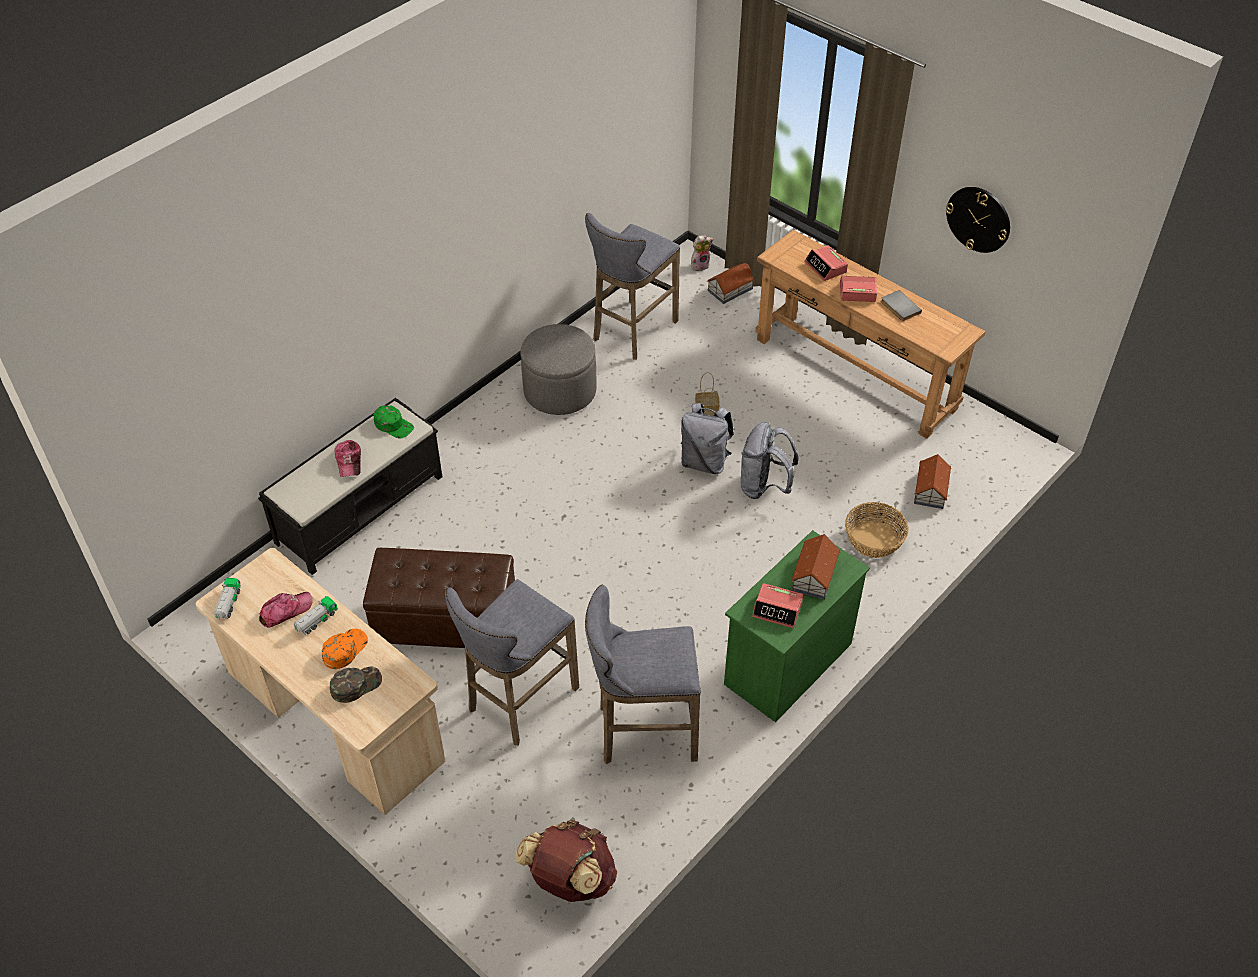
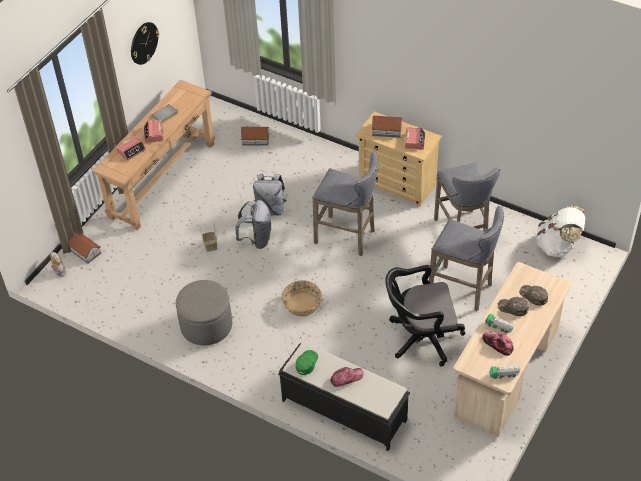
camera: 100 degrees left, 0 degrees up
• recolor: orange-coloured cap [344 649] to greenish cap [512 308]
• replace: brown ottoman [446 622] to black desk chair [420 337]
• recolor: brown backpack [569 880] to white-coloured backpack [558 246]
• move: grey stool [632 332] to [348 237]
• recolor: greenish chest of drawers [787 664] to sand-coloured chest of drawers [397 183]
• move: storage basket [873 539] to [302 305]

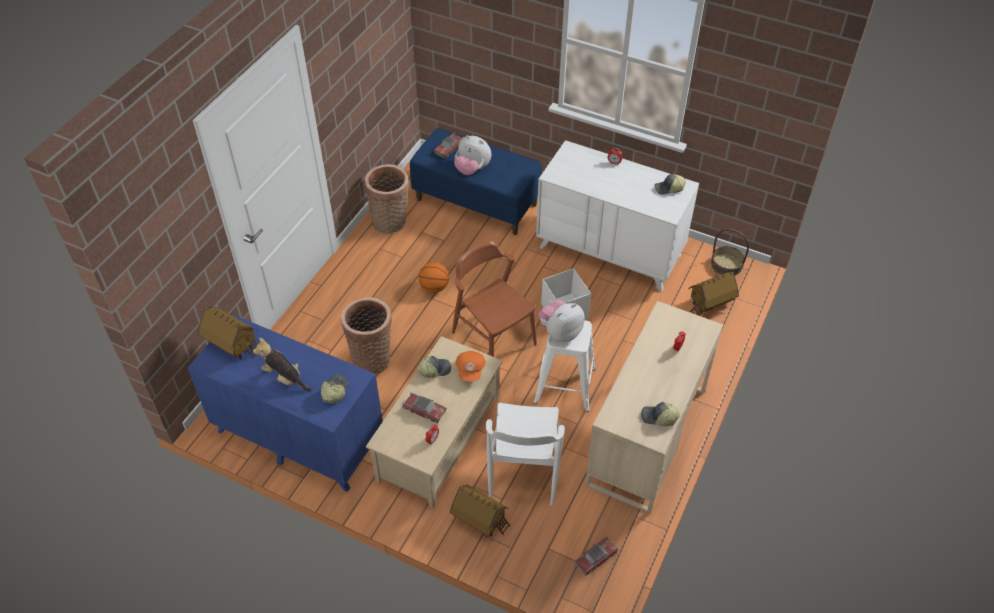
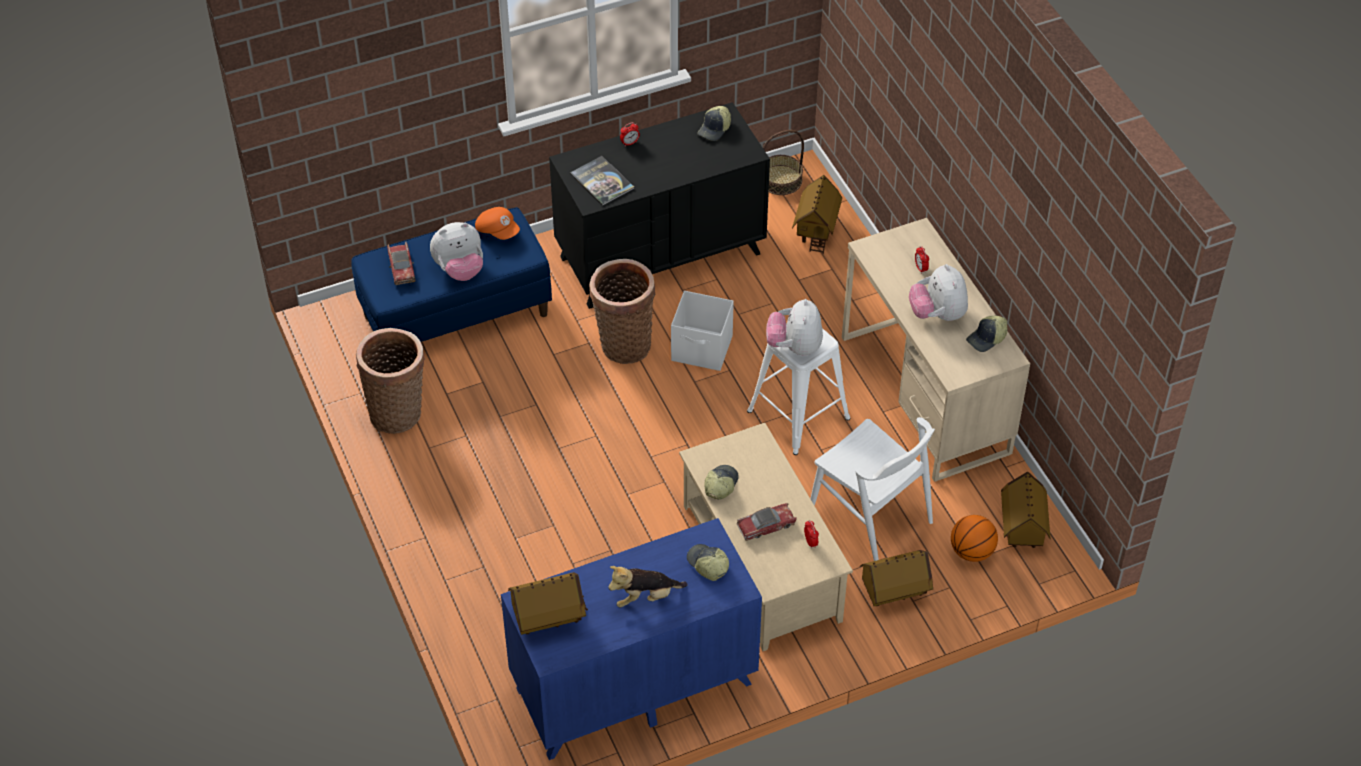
camera: 50 degrees left, 0 degrees up
• move: storage basket [372 358] to [623 343]
• move: ball for basketball [434 287] to [971 552]
• delete: brown chair [493 338]
• move: orange-coloured cap [471 370] to [498 231]
• recolor: white-coloured chest of drawers [610 251] to black chest of drawers [661 255]
• replace: model car [596 558] to toy house [1021 529]
• insert: bound book [602 181]
• insert: soft toy [937 314]

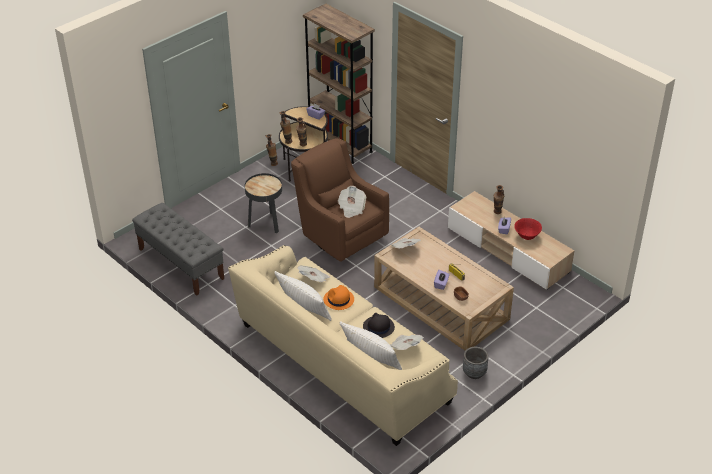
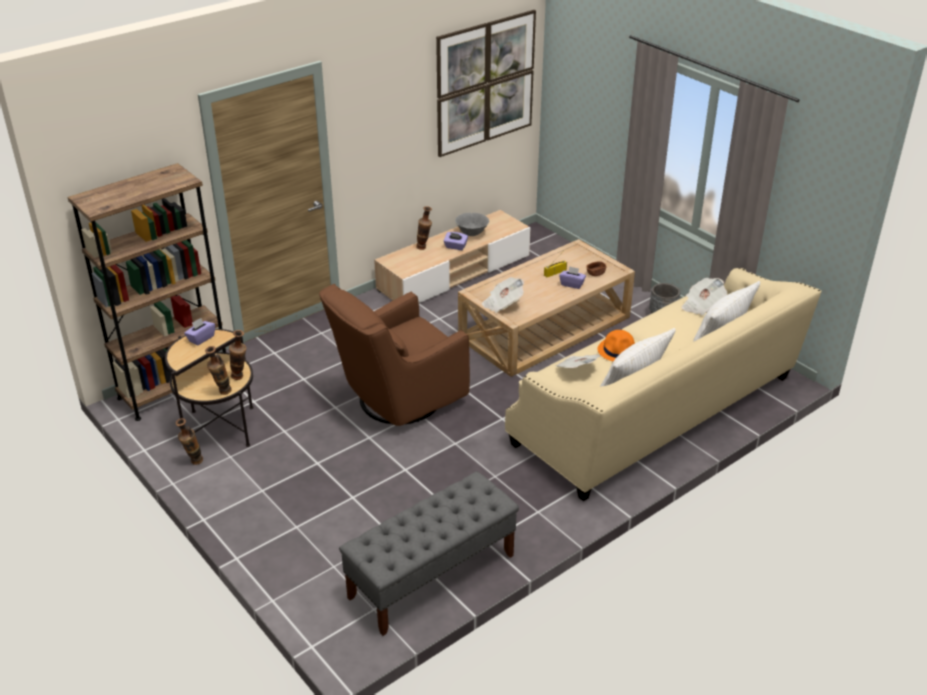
camera: 85 degrees left, 5 degrees down
• delete: black side table [265 223]
• delete: daily paper [351 208]
• delete: black clothing hat [378 327]
• recolor: red-coloured bowl [527 236] to grey bowl [471 234]
• insert: picture [485 83]

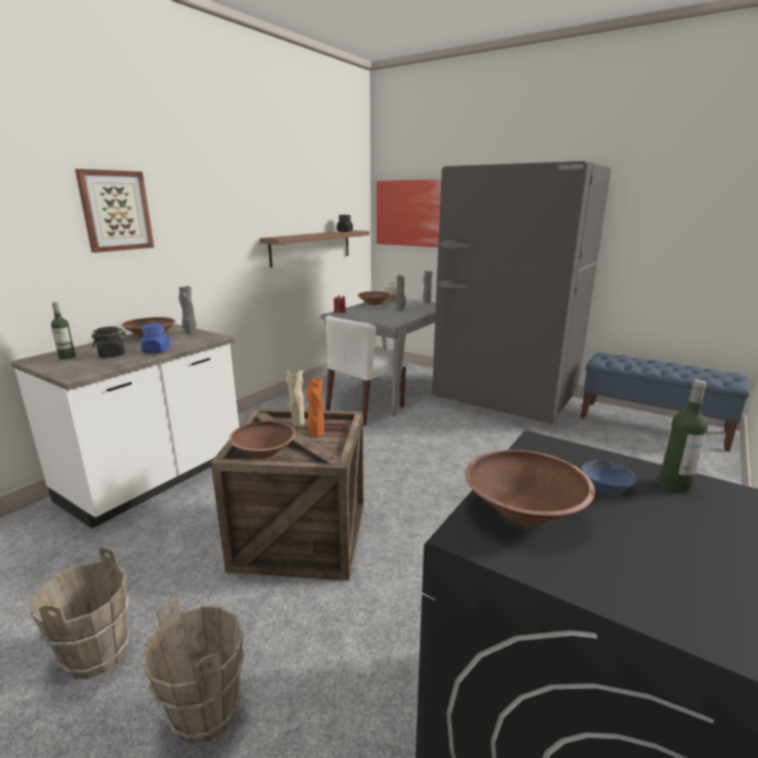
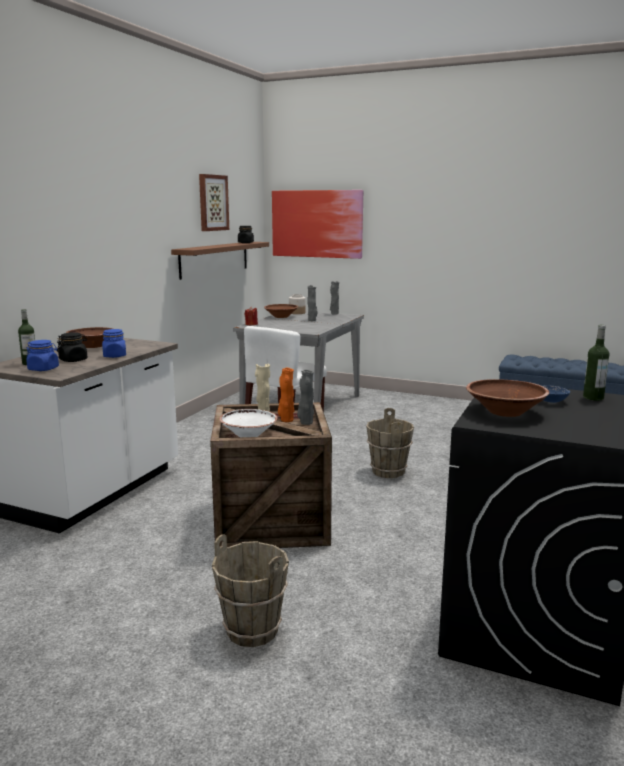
camera: 10 degrees left, 5 degrees down
• move: brown water bucket [96 654] to [388 472]
• move: picture [115 211] to [212 203]
• move: grey vase [190 332] to [305 423]
• recolor: brown bowl [264 452] to white-coloured bowl [248 434]
• delete: grey kitchen fridge [504 400]
• insert: bluish preserve jar [43 369]

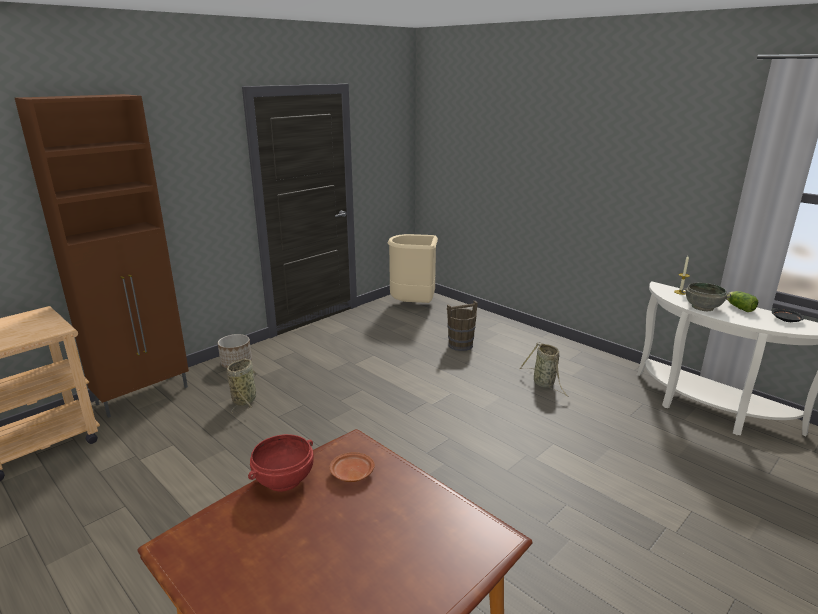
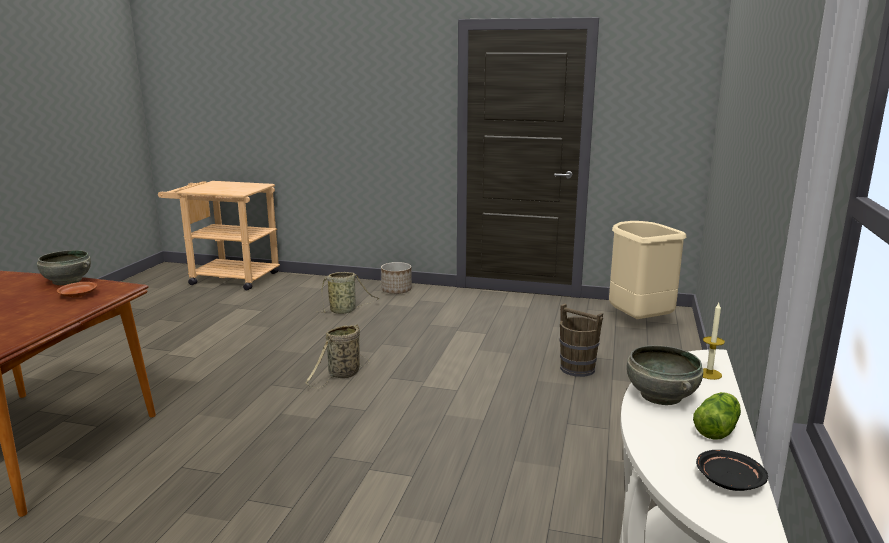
camera: 60 degrees right, 5 degrees down
• delete: brown storage cabinet [144 395]
• recolor: red-coloured bowl [284 480] to grey bowl [67 281]
• move: storage basket [545 384] to [342 375]

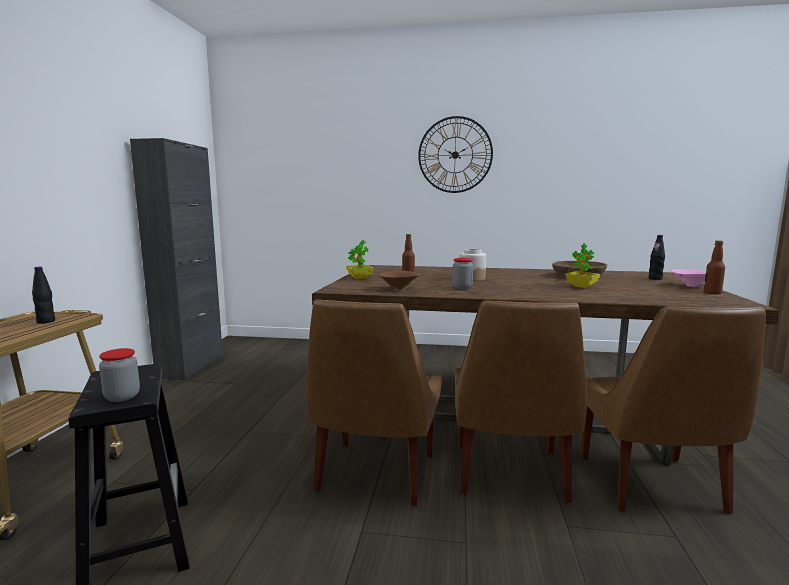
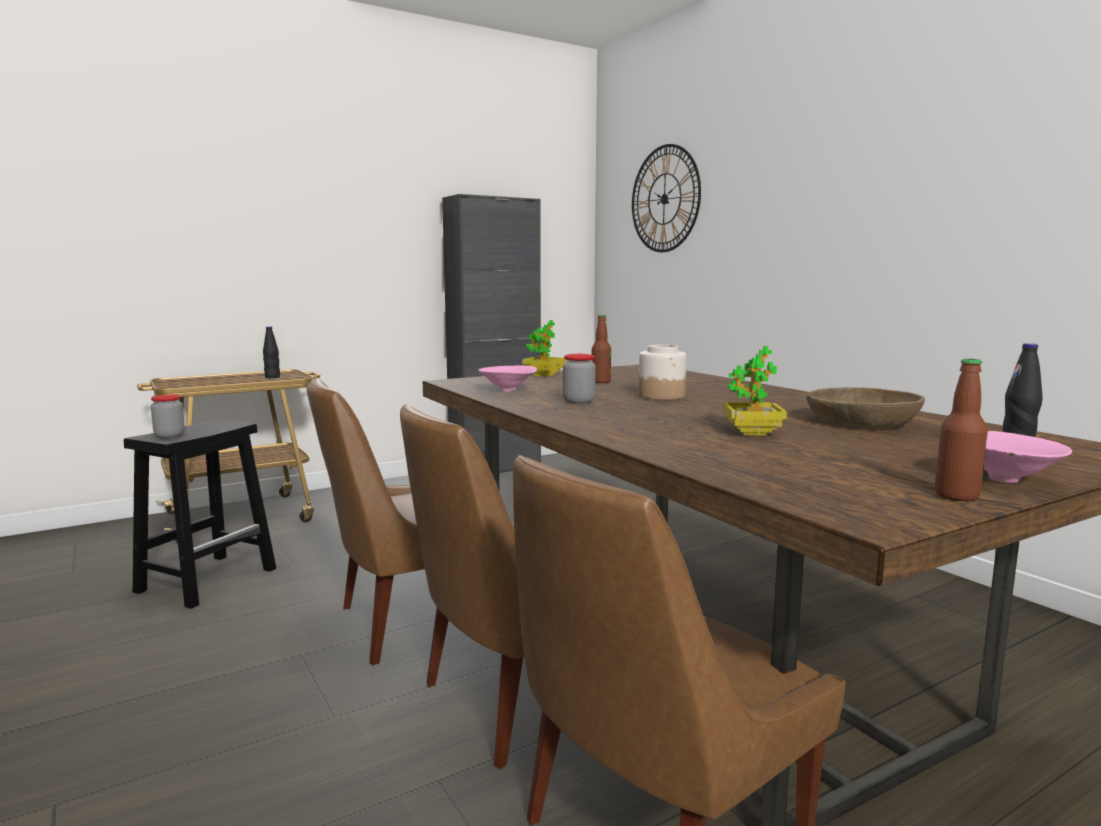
camera: 50 degrees right, 0 degrees up
• recolor: brown bowl [400 289] to pink bowl [509 390]
• move: hanging clock [455 155] to [664 199]

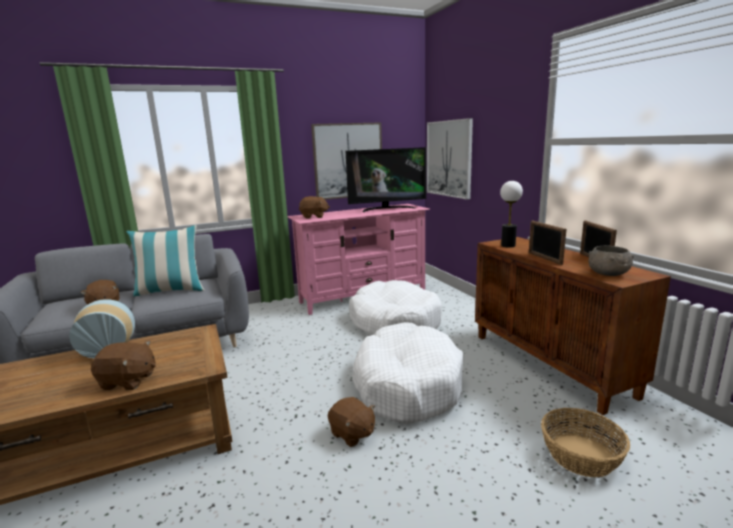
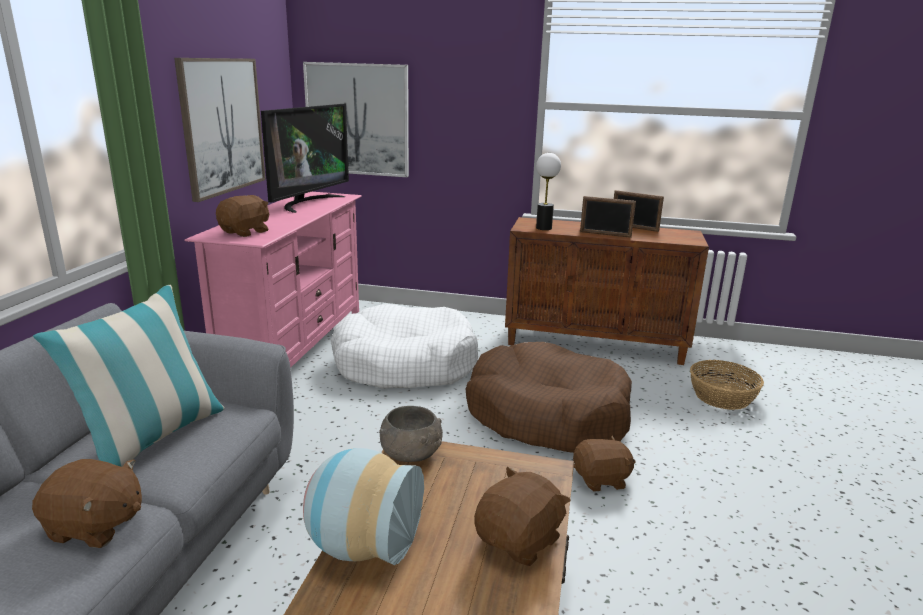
camera: 55 degrees left, 5 degrees up
• recolor: white-coloured dog bed [407 384] to brown dog bed [547 415]
• move: grey bowl [608 274] to [411 454]

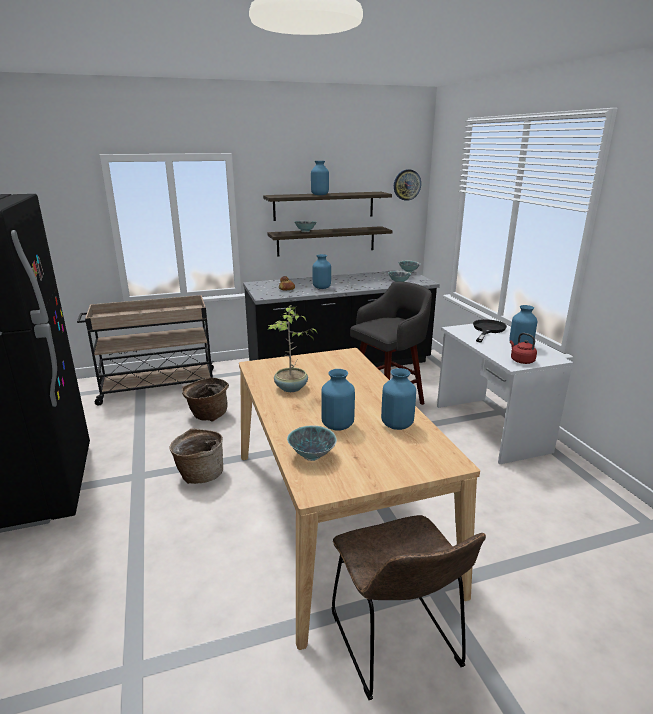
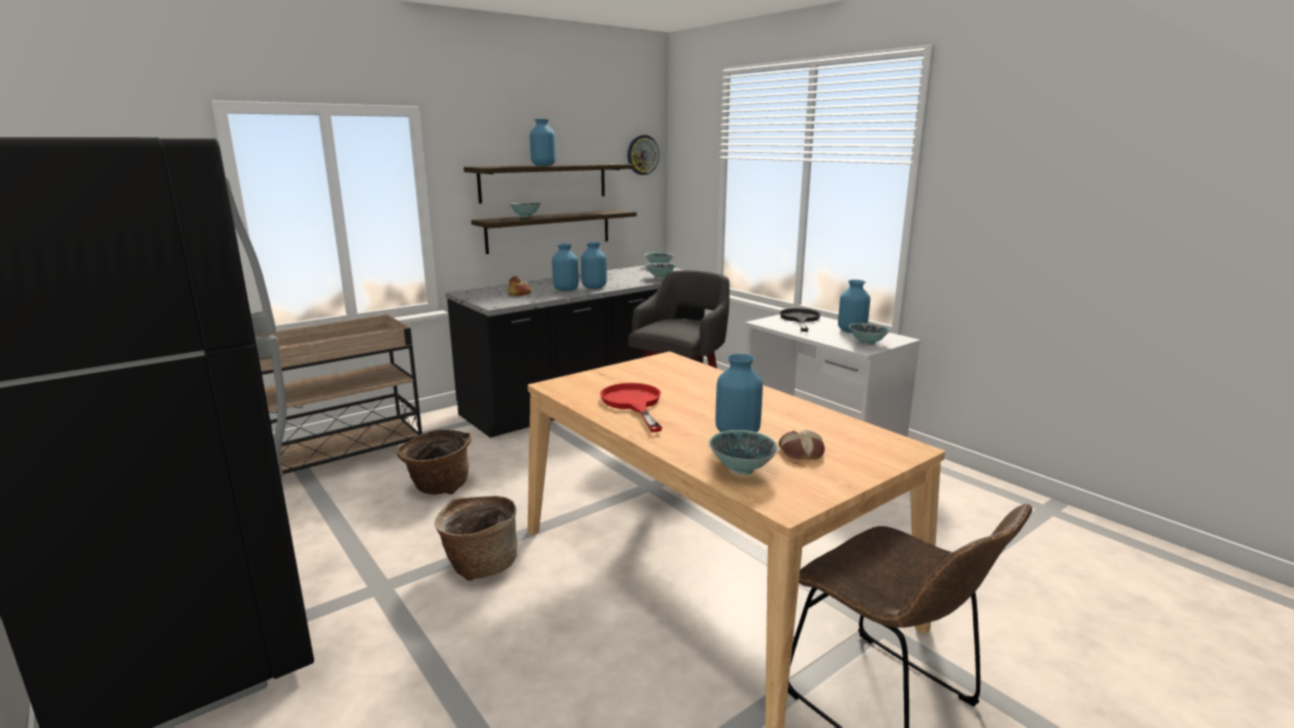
camera: 20 degrees left, 5 degrees down
• replace: houseplant [291 388] to red-coloured pan [633 403]
• move: bluish vase [397 425] to [594 287]
• replace: red-coloured tea kettle [521 360] to bowl [867 344]
• insert: bread [800 451]

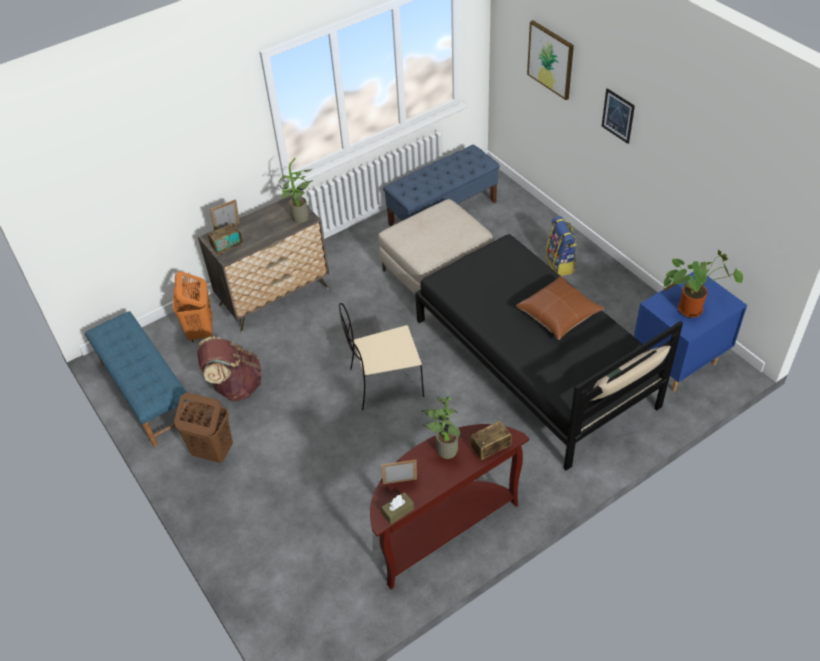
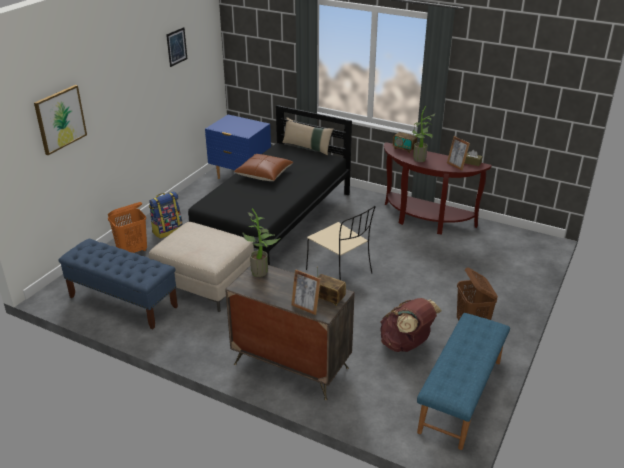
camera: 120 degrees left, 15 degrees down
• move: orange-coloured laundry basket [201 331] to [133 251]
• move: picture [618 116] to [176 47]
• delete: houseplant [692 308]

